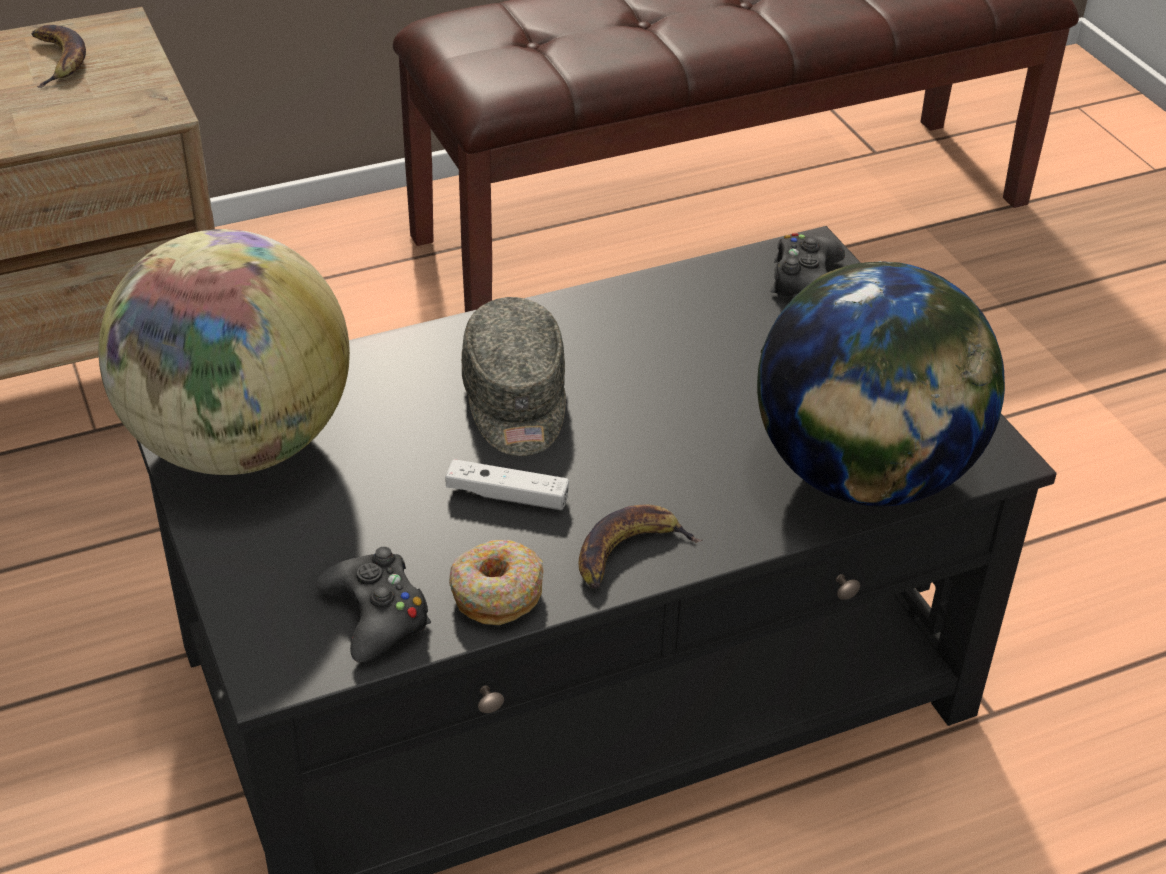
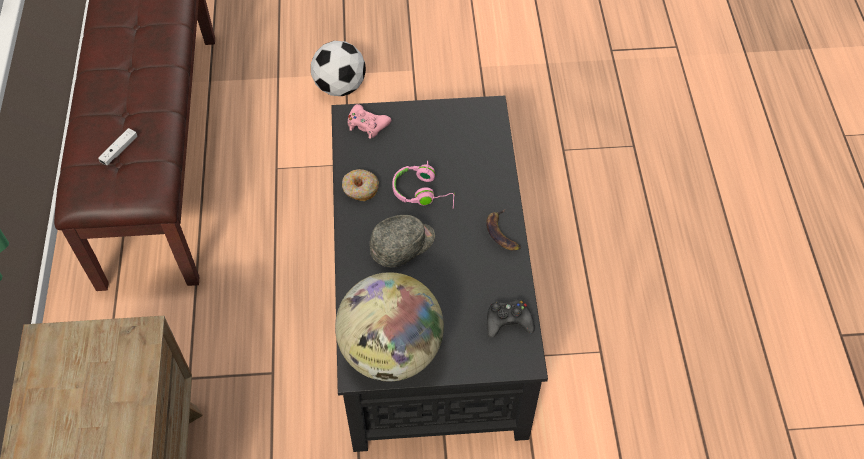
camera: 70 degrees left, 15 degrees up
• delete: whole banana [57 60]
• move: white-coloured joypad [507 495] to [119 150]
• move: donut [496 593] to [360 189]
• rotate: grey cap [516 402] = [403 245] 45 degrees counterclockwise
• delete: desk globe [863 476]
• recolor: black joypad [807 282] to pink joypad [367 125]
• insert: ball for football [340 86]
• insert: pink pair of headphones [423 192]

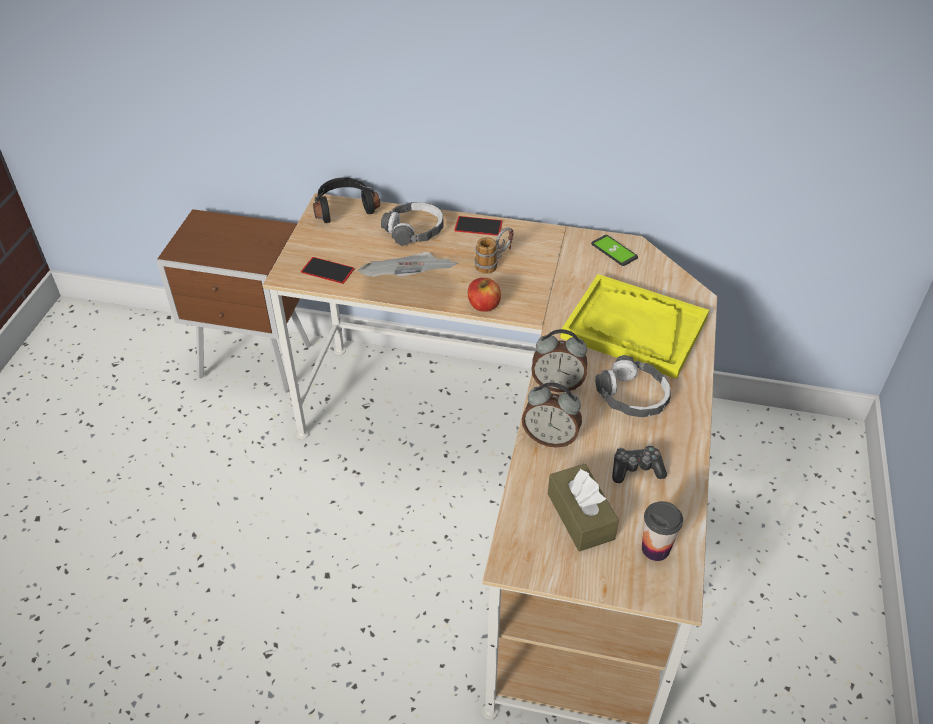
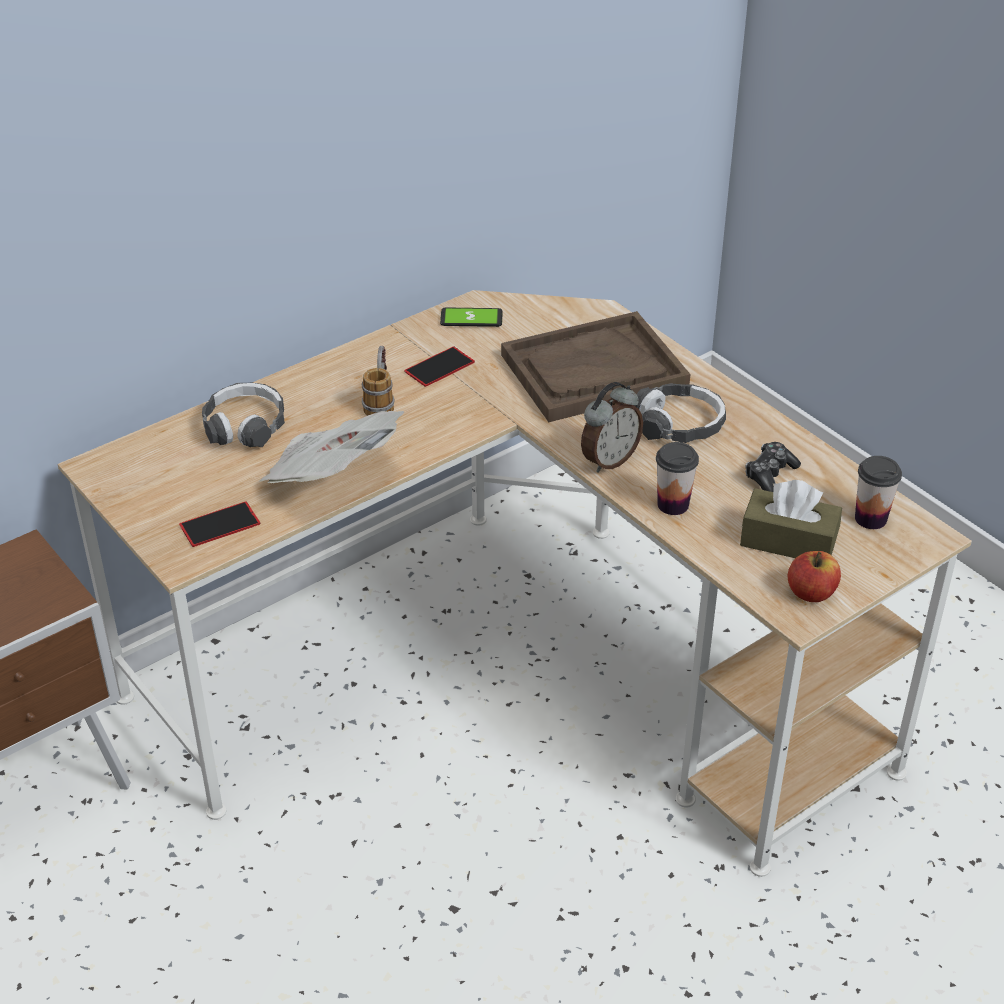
camera: 50 degrees left, 5 degrees down
• delete: black pair of headphones [344 207]
• move: handset [478 226] to [439 367]
• move: apple fruit [483 305] to [811 592]
• replace: alarm clock [550 438] to small cup [673 504]
• recolor: yellow tray [633 328] to brown tray [593 371]

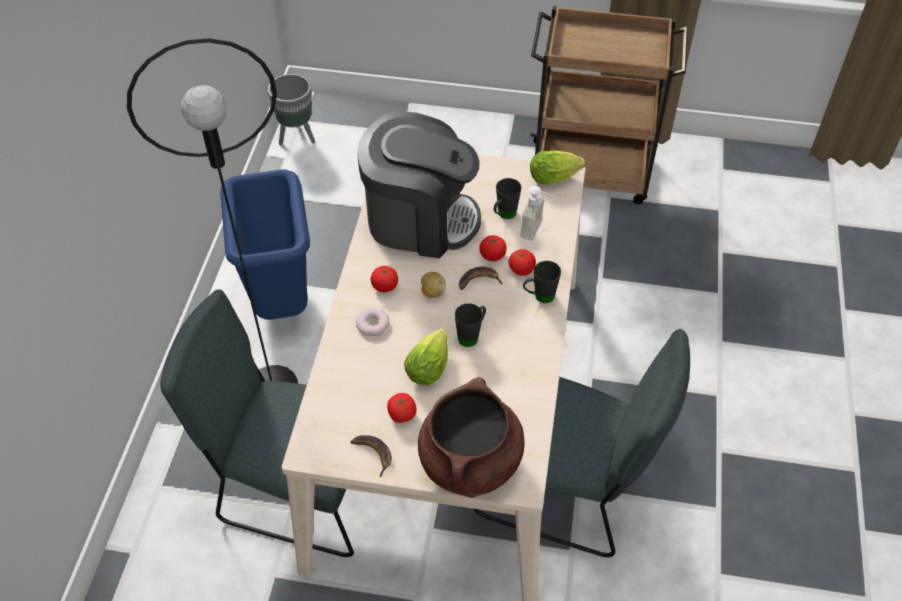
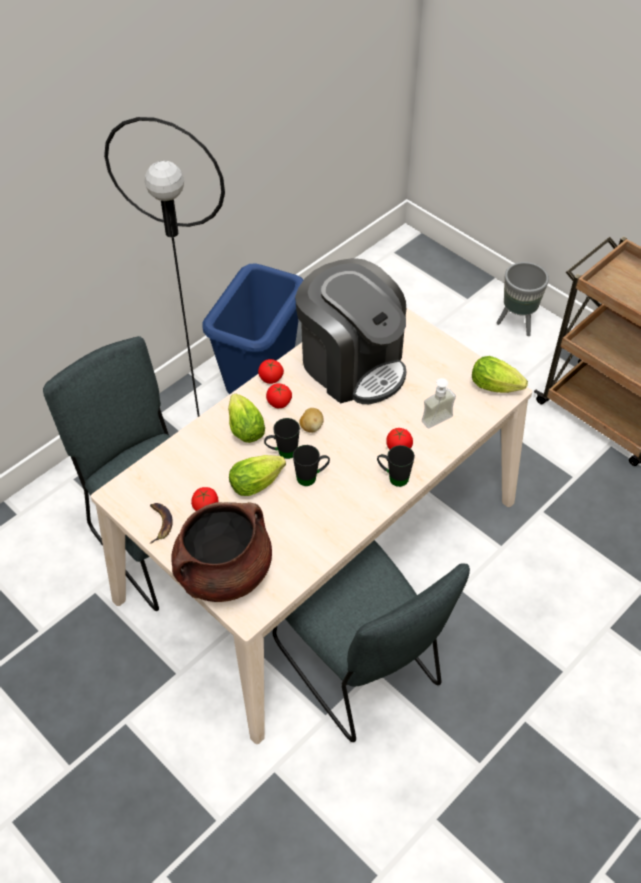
camera: 35 degrees right, 0 degrees up
• move: grey plant pot [297 137] to [516 324]
• replace: donut [373 324] to lettuce [244 427]
• delete: whole banana [478 281]
• move: whole tomato [492 255] to [271 378]
• move: black tea mug [504 215] to [282 452]

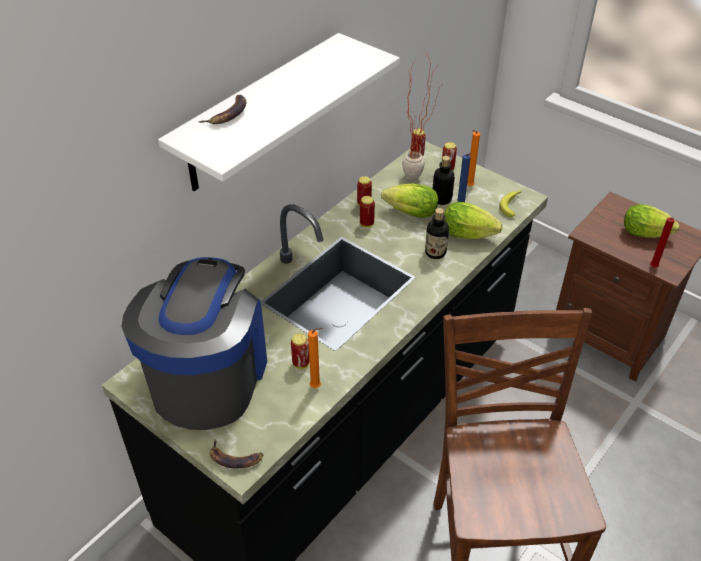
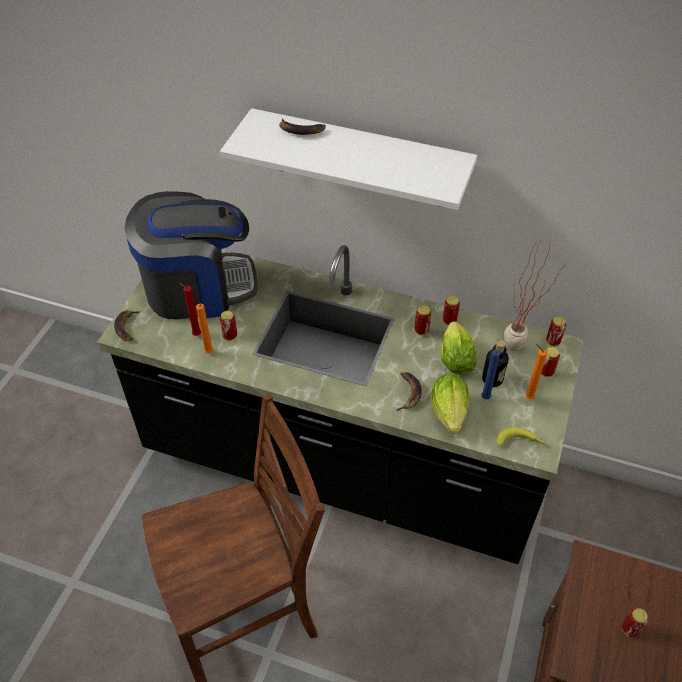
camera: 70 degrees right, 5 degrees up
• replace: bottle [435 252] to whole banana [408 392]
• replace: lettuce [647 234] to metal can [629 629]
• move: red-coloured wax light [653 268] to [195 334]

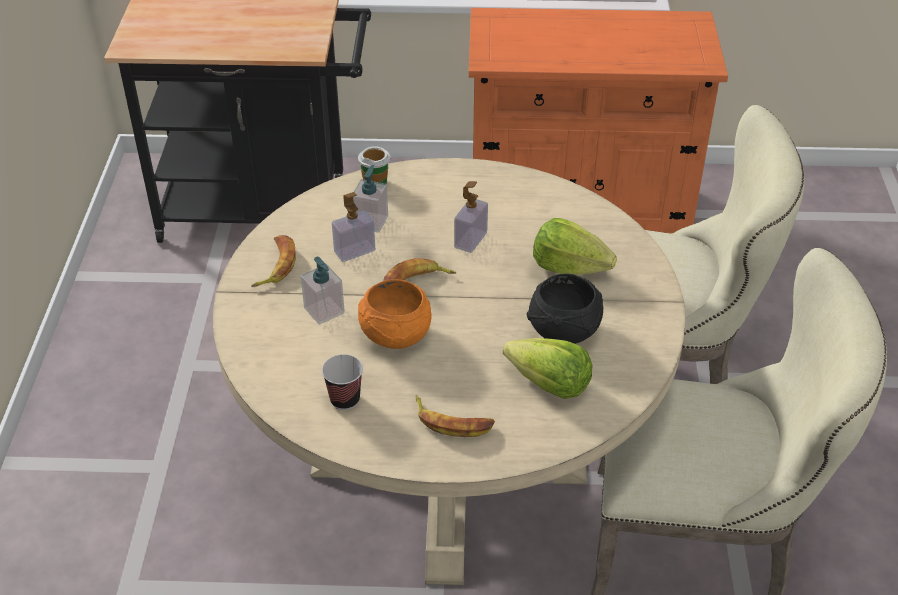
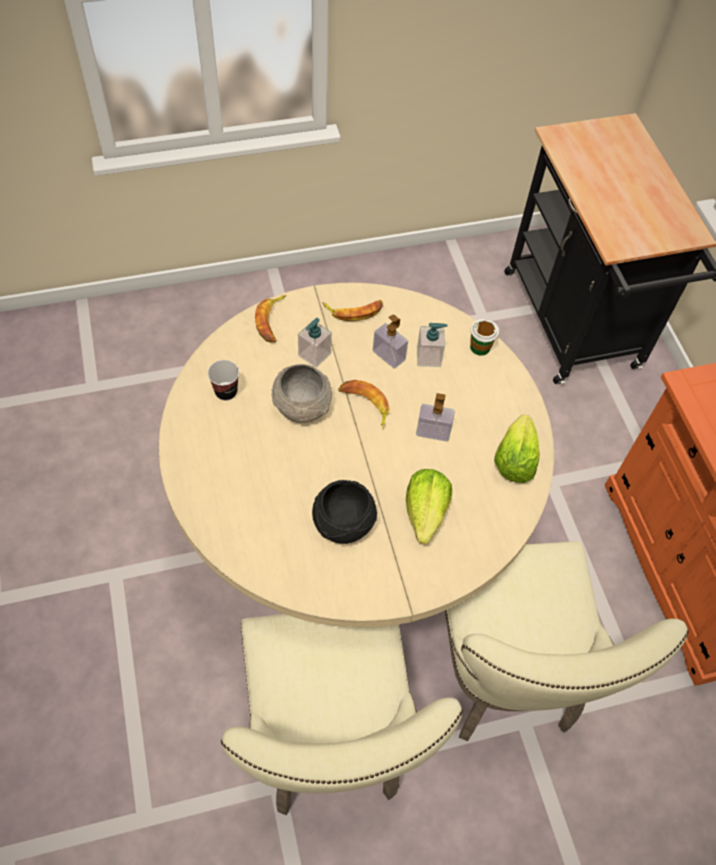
camera: 70 degrees right, 15 degrees up
• recolor: orange-coloured bowl [394 335] to grey bowl [302 406]
• move: whole banana [452 422] to [272 321]
• move: lettuce [549 384] to [514 460]

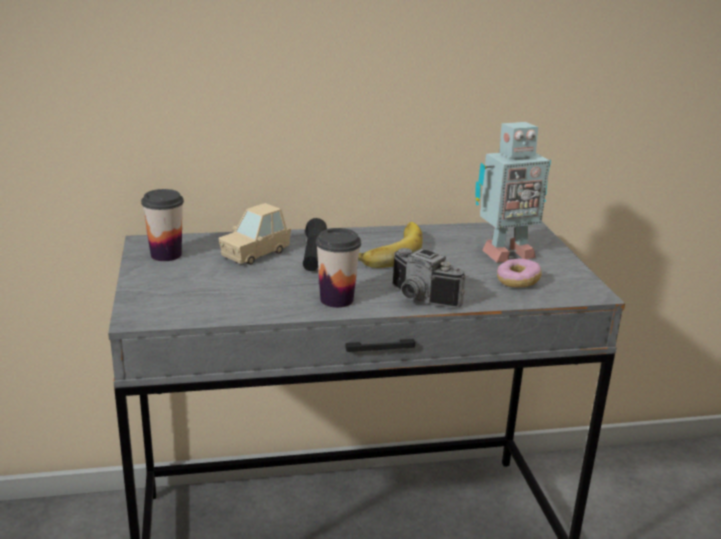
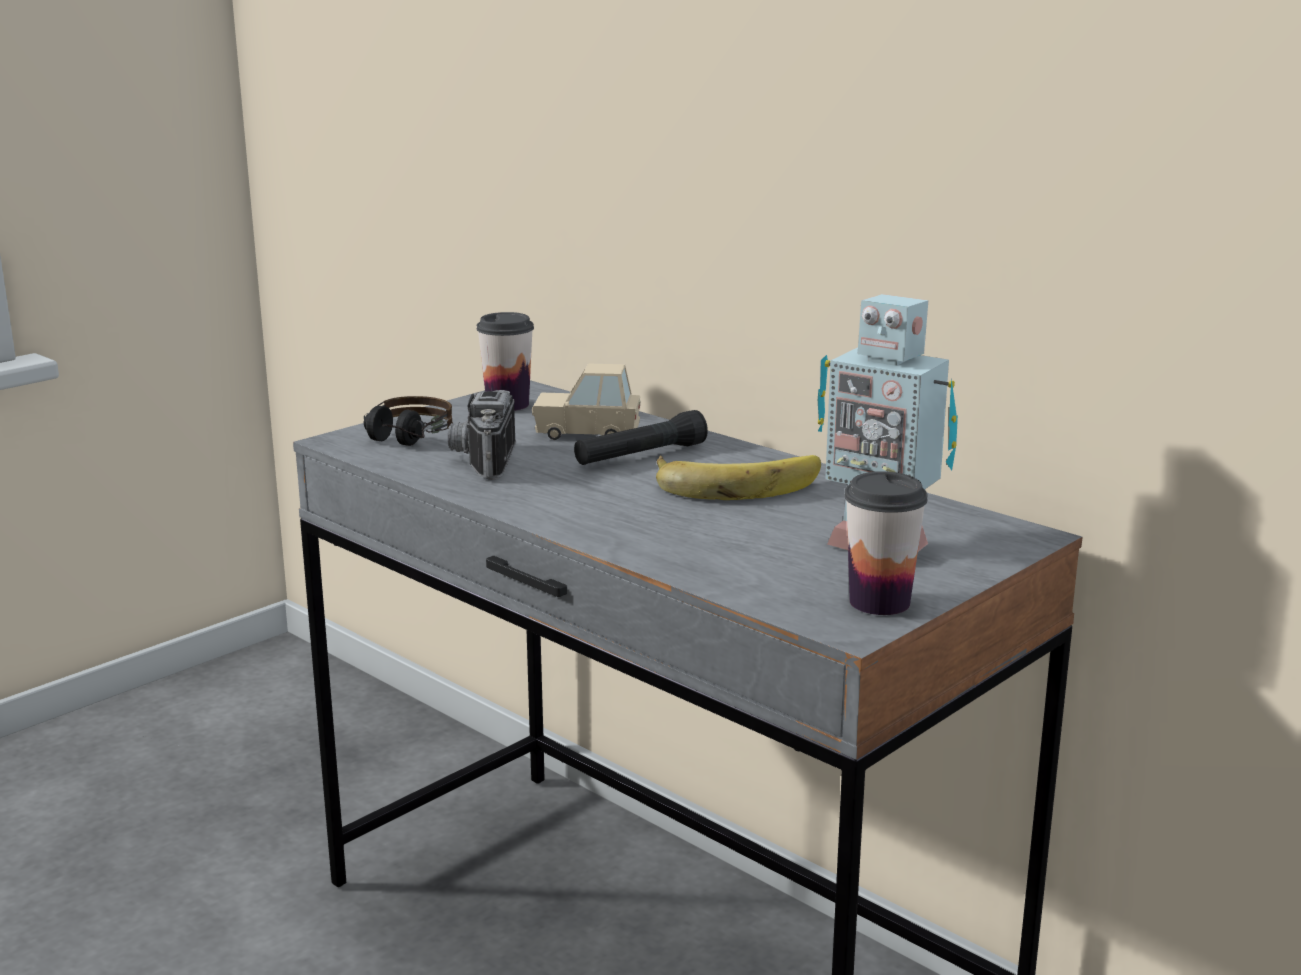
camera: 55 degrees right, 5 degrees down
• move: small cup [336 299] to [879 602]
• move: still camera [419 299] to [480 460]
• delete: donut [517 282]
• insert: pair of headphones [401 442]

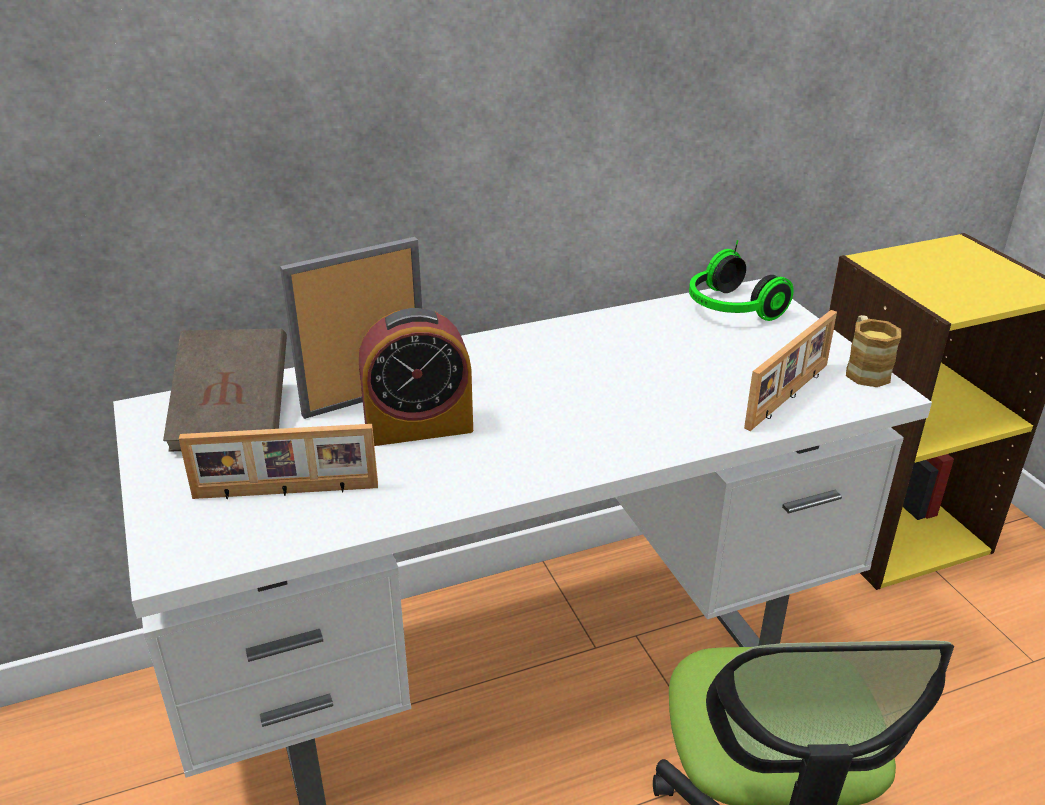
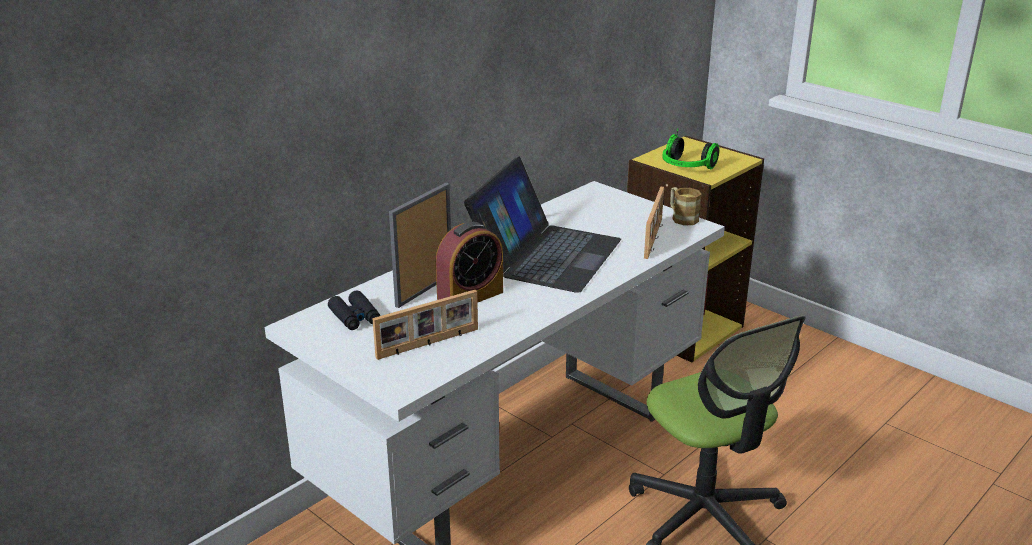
camera: 25 degrees left, 5 degrees down
• replace: brown bound book [234 418] to black pair of binoculars [355 317]
• move: pair of headphones [730 309] to [686 167]
• insert: portable computer [545 254]

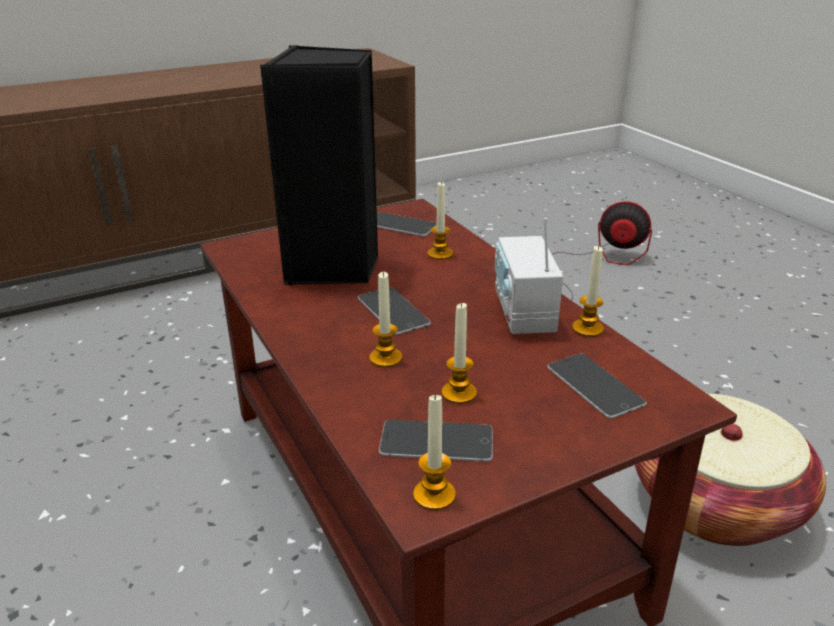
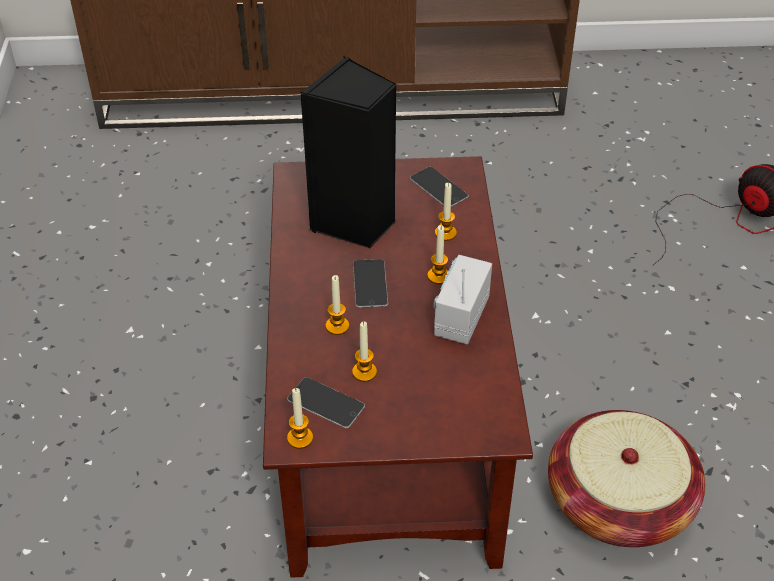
camera: 25 degrees right, 15 degrees up
• delete: handset [594 385]
• move: wax light [587 329] to [438 276]

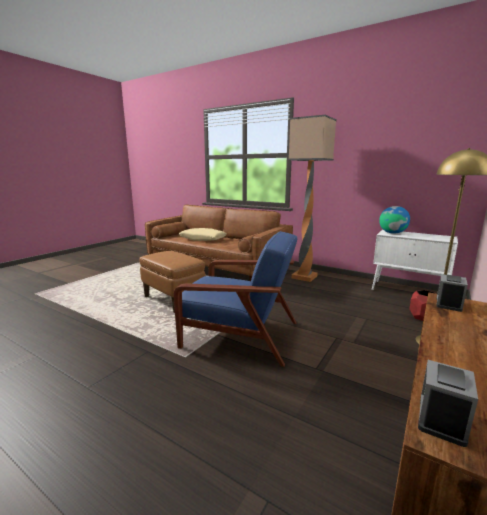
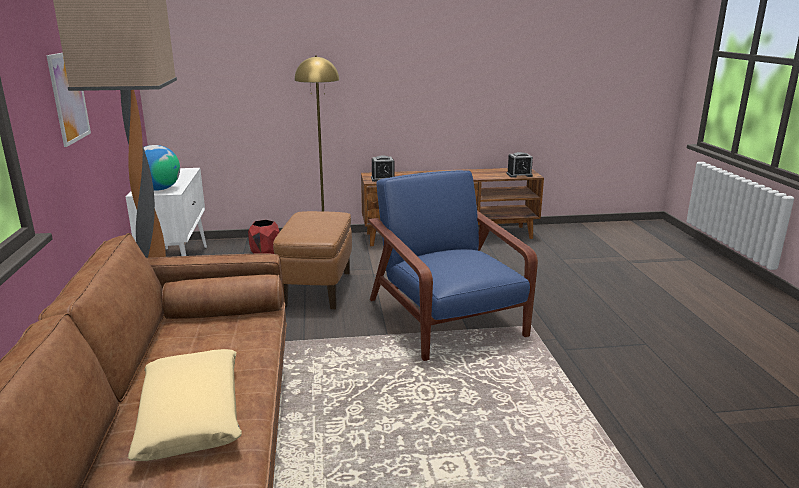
camera: 130 degrees left, 5 degrees up
• move: brown ottoman [174 300] to [317 289]
• insert: picture [69 97]

